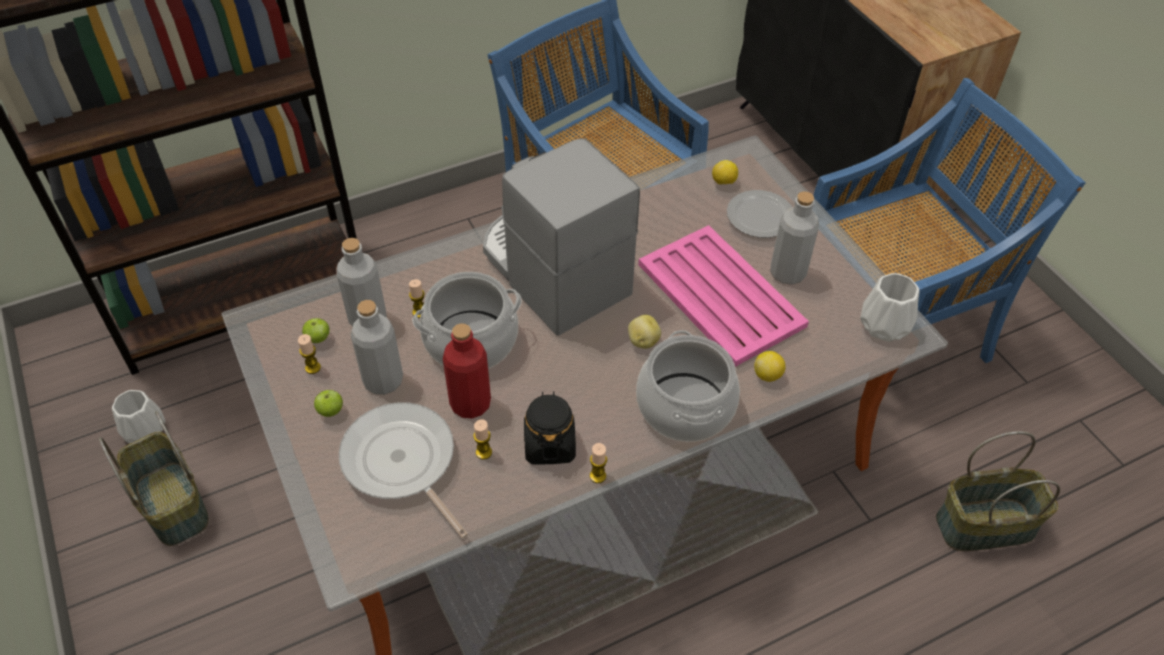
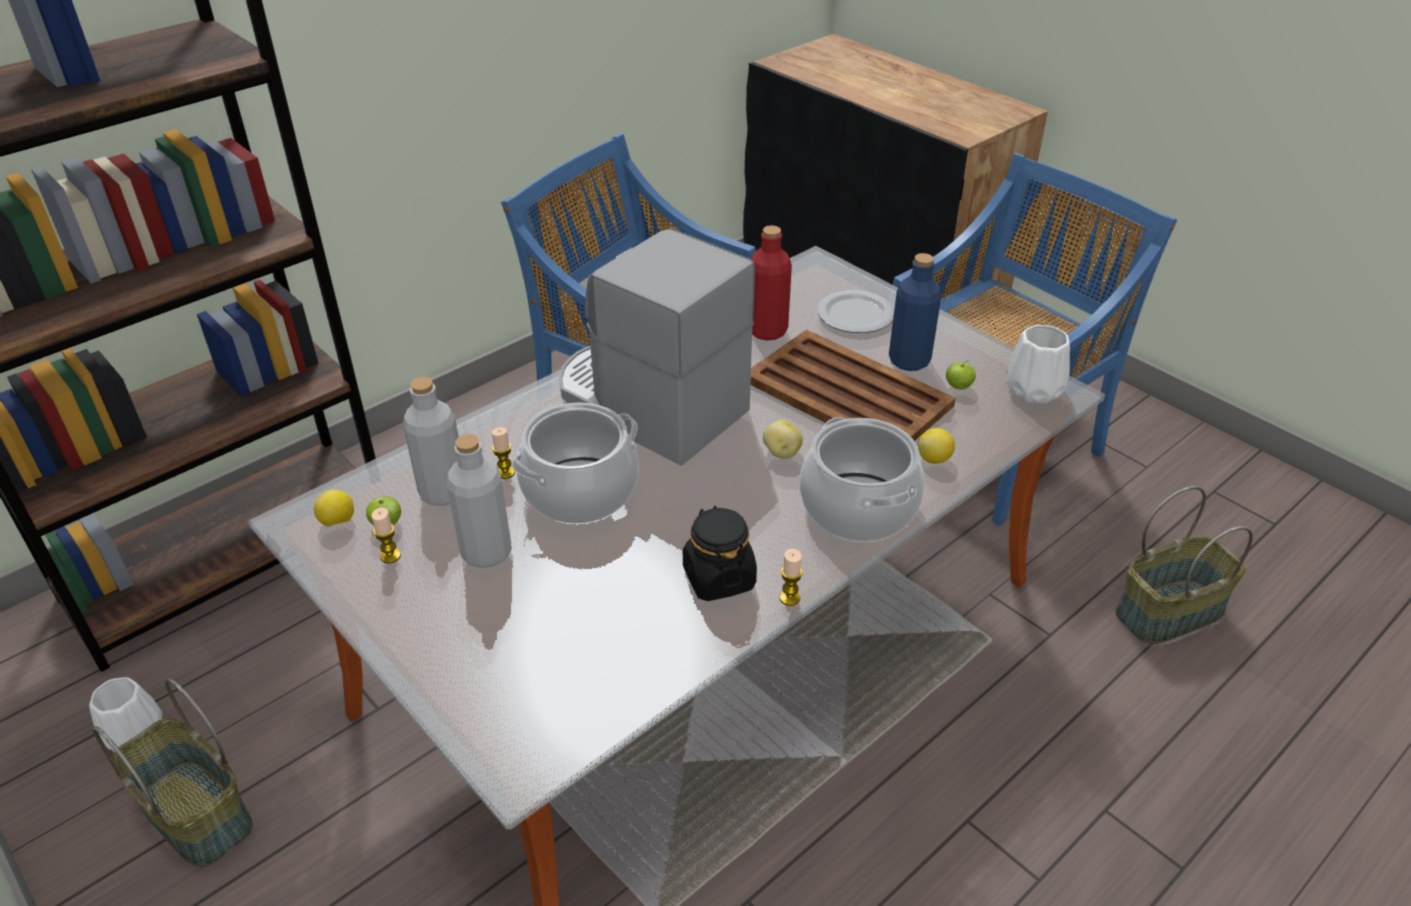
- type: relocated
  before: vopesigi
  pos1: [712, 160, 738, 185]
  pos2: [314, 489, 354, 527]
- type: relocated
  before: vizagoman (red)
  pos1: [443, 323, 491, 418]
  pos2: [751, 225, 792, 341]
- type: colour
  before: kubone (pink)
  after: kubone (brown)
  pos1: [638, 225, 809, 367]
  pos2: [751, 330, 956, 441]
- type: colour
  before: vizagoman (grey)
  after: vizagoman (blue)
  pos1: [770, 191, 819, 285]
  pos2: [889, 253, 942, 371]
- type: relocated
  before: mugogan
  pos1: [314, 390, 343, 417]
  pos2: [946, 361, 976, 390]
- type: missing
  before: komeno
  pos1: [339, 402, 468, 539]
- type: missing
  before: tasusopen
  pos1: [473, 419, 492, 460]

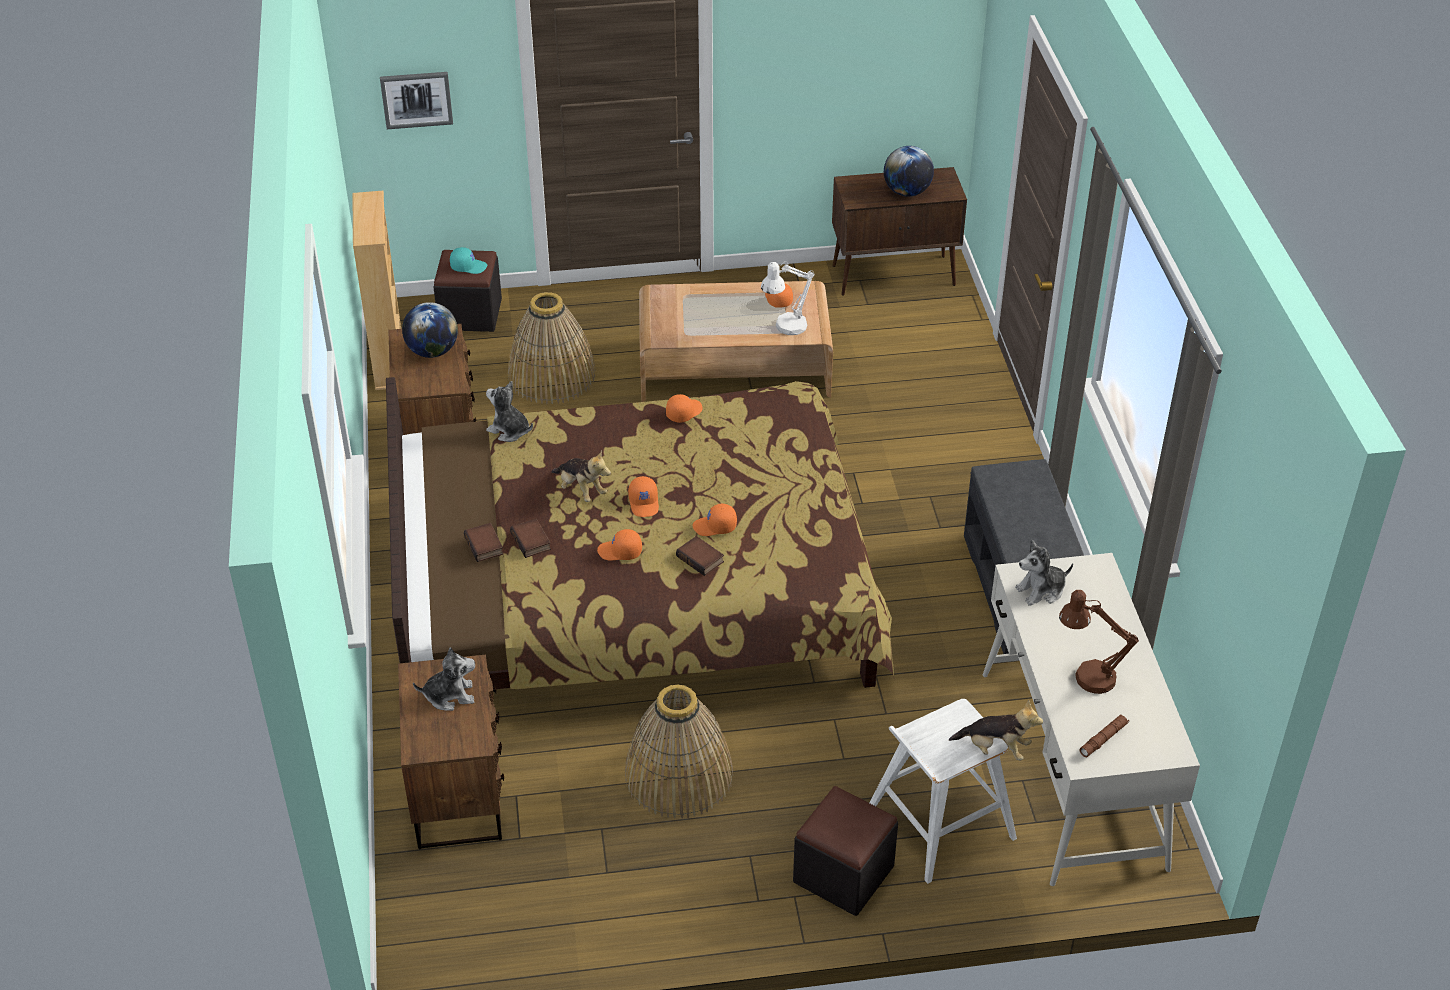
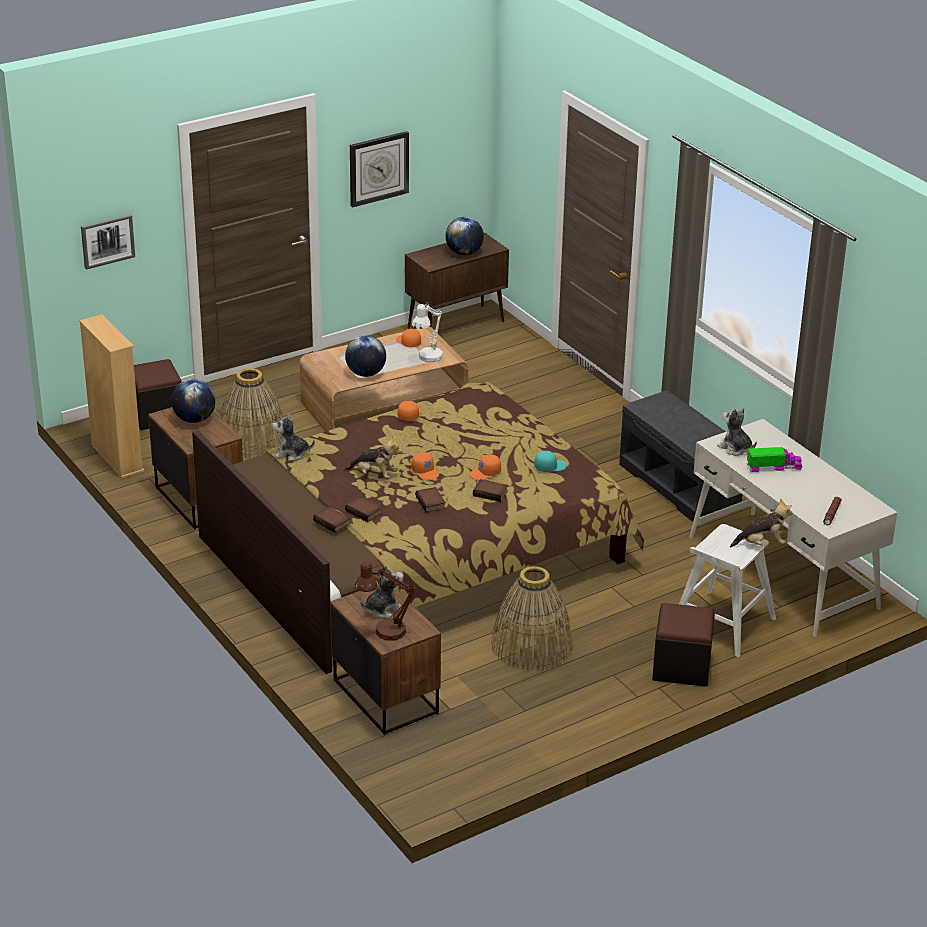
- type: appeared
  after: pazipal
  pos2: [345, 335, 386, 377]
- type: appeared
  after: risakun
  pos2: [350, 131, 409, 207]
- type: relocated
  before: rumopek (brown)
  pos1: [1059, 590, 1139, 694]
  pos2: [355, 561, 416, 641]
- type: exchanged
  before: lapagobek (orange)
  after: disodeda
  pos1: [597, 529, 642, 561]
  pos2: [415, 487, 446, 512]
- type: relocated
  before: lapagobek (turquoise)
  pos1: [450, 247, 487, 274]
  pos2: [535, 451, 567, 472]
- type: spun
  before: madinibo
  pos1: [1015, 540, 1073, 606]
  pos2: [717, 408, 757, 456]
  turn: 90
- type: appeared
  after: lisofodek
  pos2: [747, 447, 802, 472]

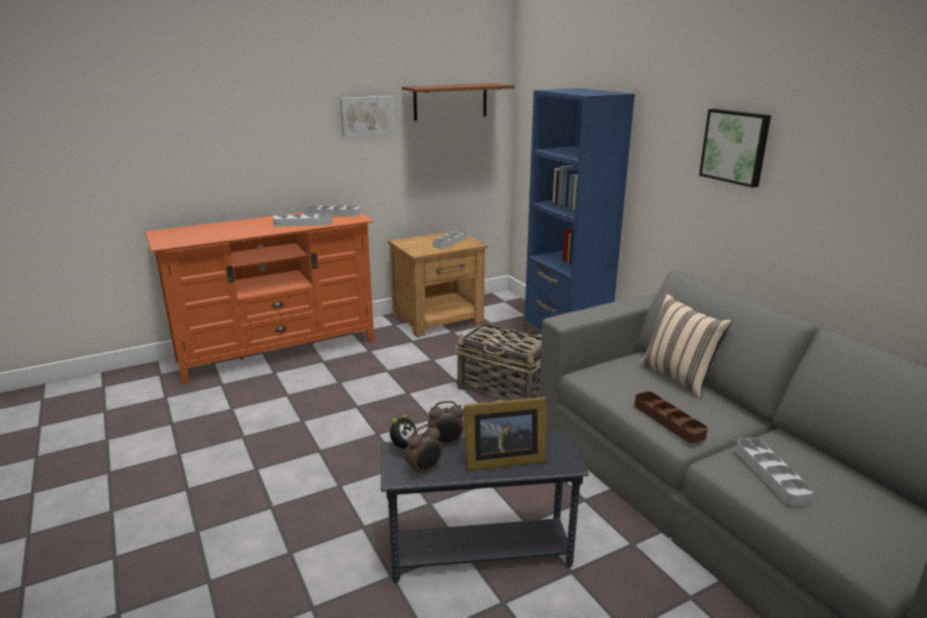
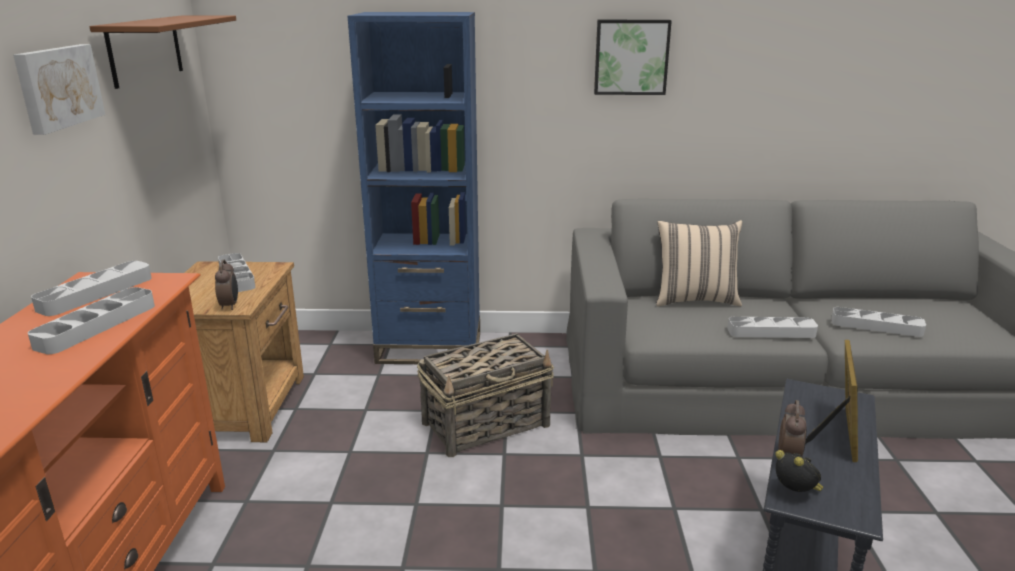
- type: relocated
  before: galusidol
  pos1: [405, 424, 442, 477]
  pos2: [215, 260, 238, 310]
- type: colour
  before: kubone (brown)
  after: kubone (grey)
  pos1: [634, 391, 708, 444]
  pos2: [727, 317, 818, 338]

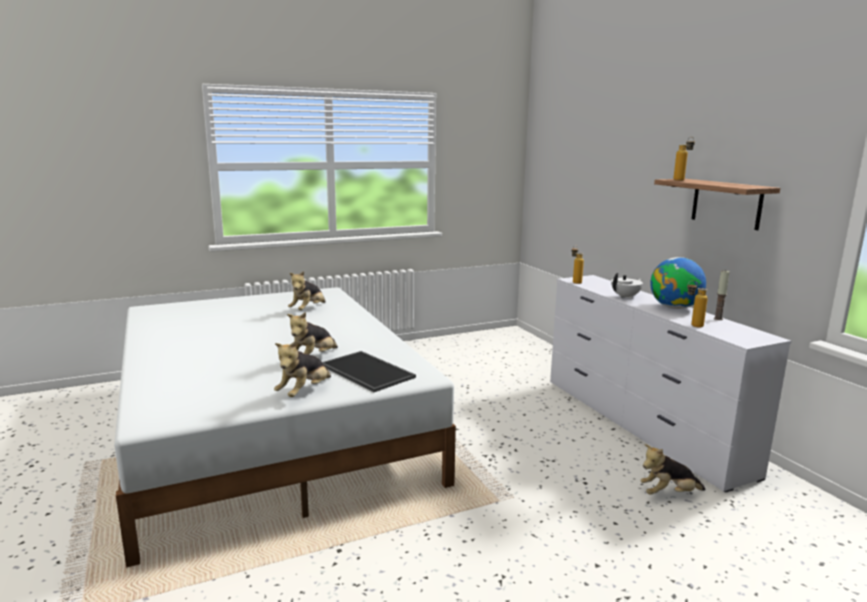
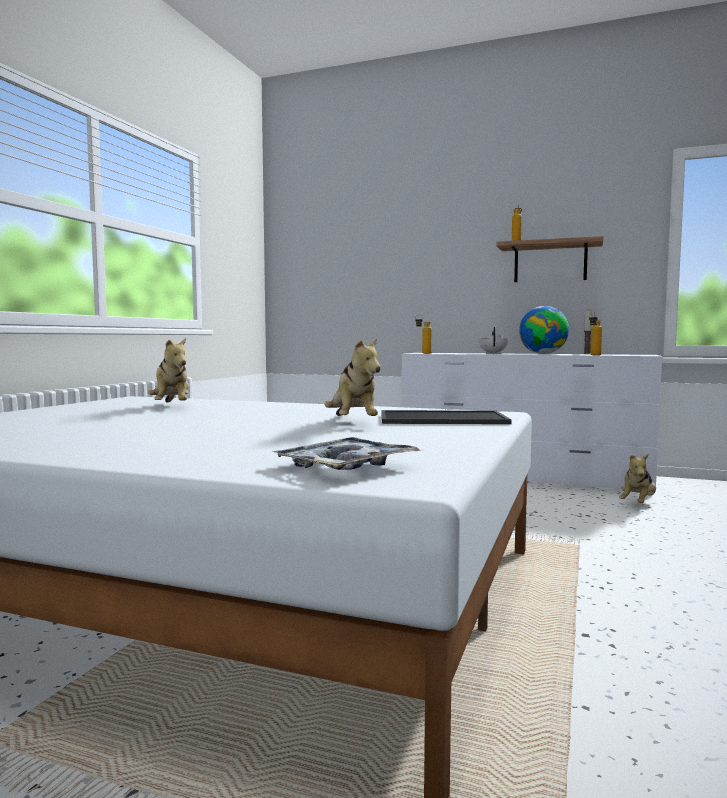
- type: appeared
  after: kubone
  pos2: [272, 437, 422, 470]
- type: missing
  before: madinibo
  pos1: [274, 341, 331, 397]

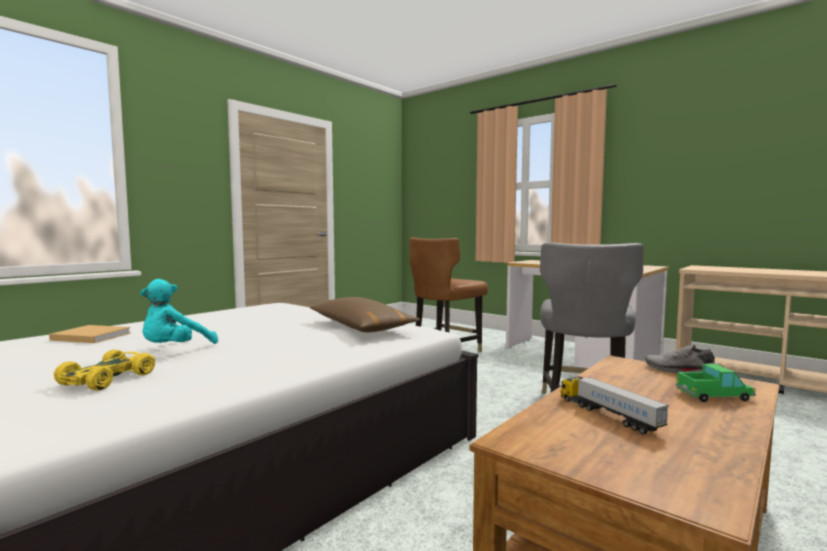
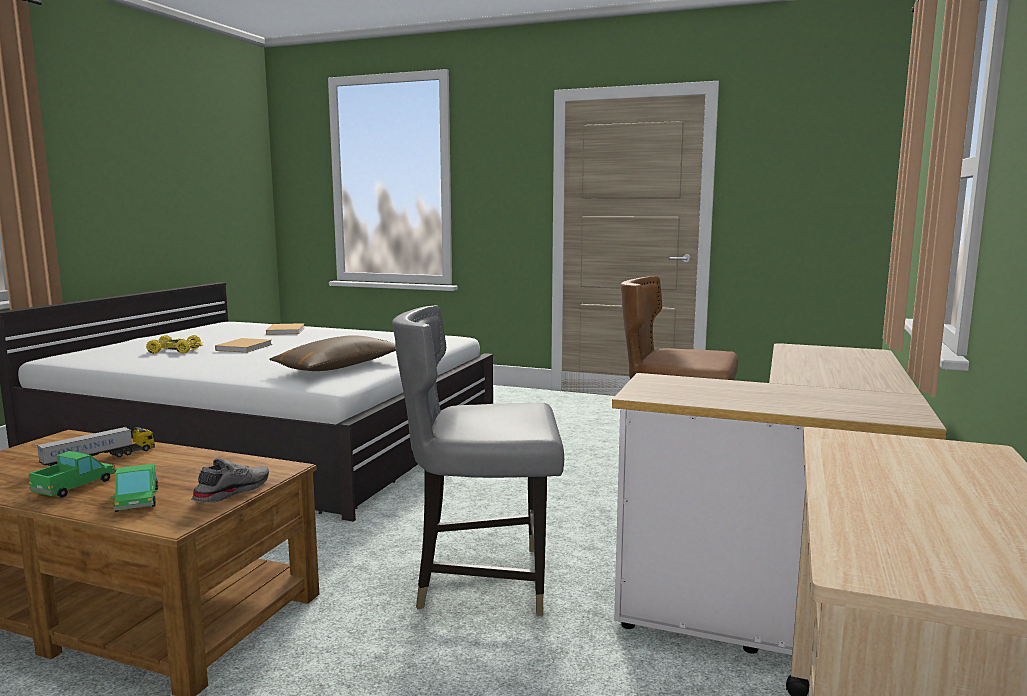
- type: appeared
  after: lisofodek
  pos2: [29, 451, 116, 498]
- type: exchanged
  before: madinibo (turquoise)
  after: disodeda (beige)
  pos1: [140, 279, 218, 344]
  pos2: [215, 338, 272, 353]

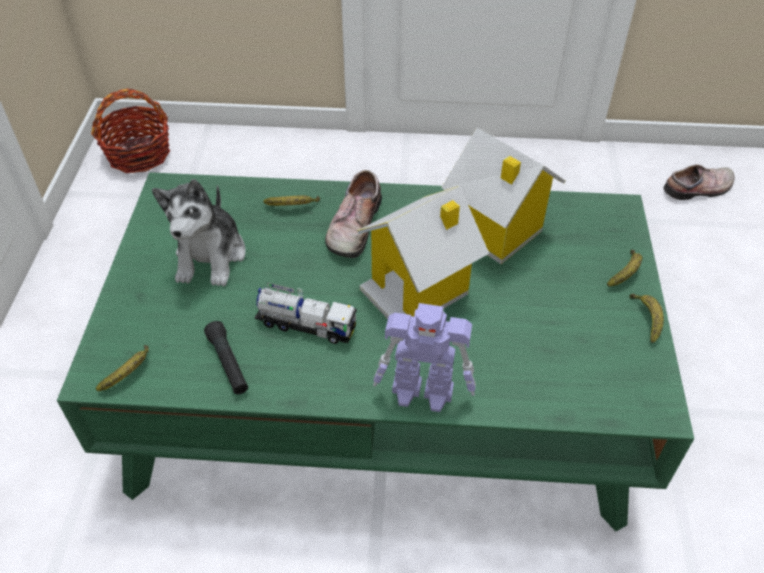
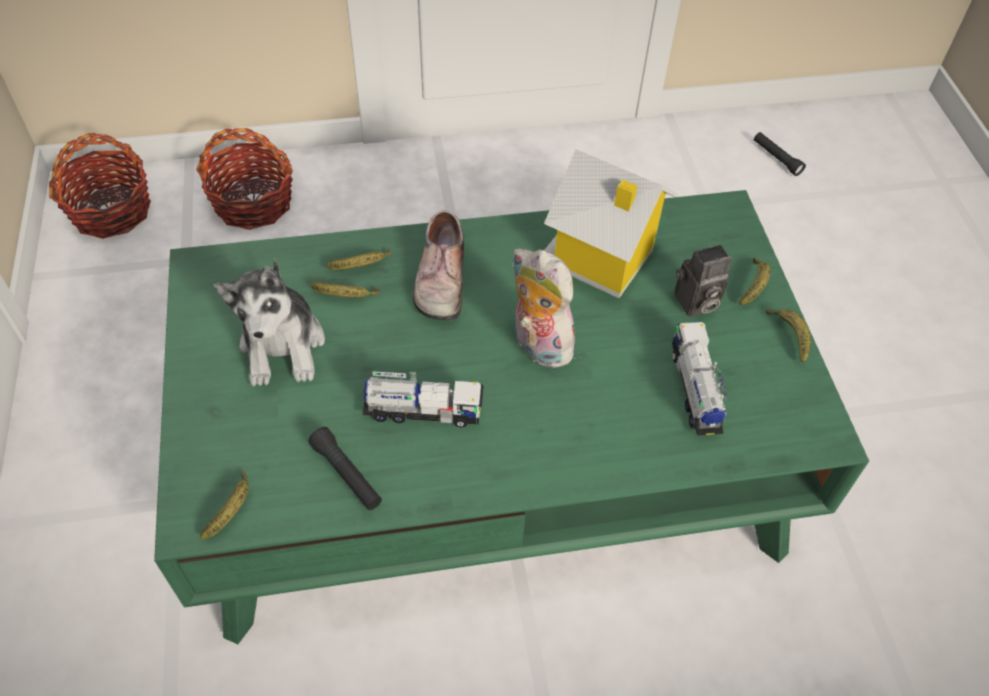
- type: appeared
  after: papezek
  pos2: [196, 128, 293, 230]
- type: appeared
  after: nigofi
  pos2: [311, 282, 380, 297]
- type: exchanged
  before: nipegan
  after: madinibo
  pos1: [357, 186, 489, 319]
  pos2: [512, 249, 581, 368]
- type: appeared
  after: lisofodek
  pos2: [672, 322, 727, 435]
- type: appeared
  after: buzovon
  pos2: [675, 244, 732, 317]
- type: exchanged
  before: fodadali
  after: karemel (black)
  pos1: [663, 165, 735, 200]
  pos2: [754, 132, 806, 176]
- type: missing
  before: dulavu
  pos1: [373, 303, 476, 412]

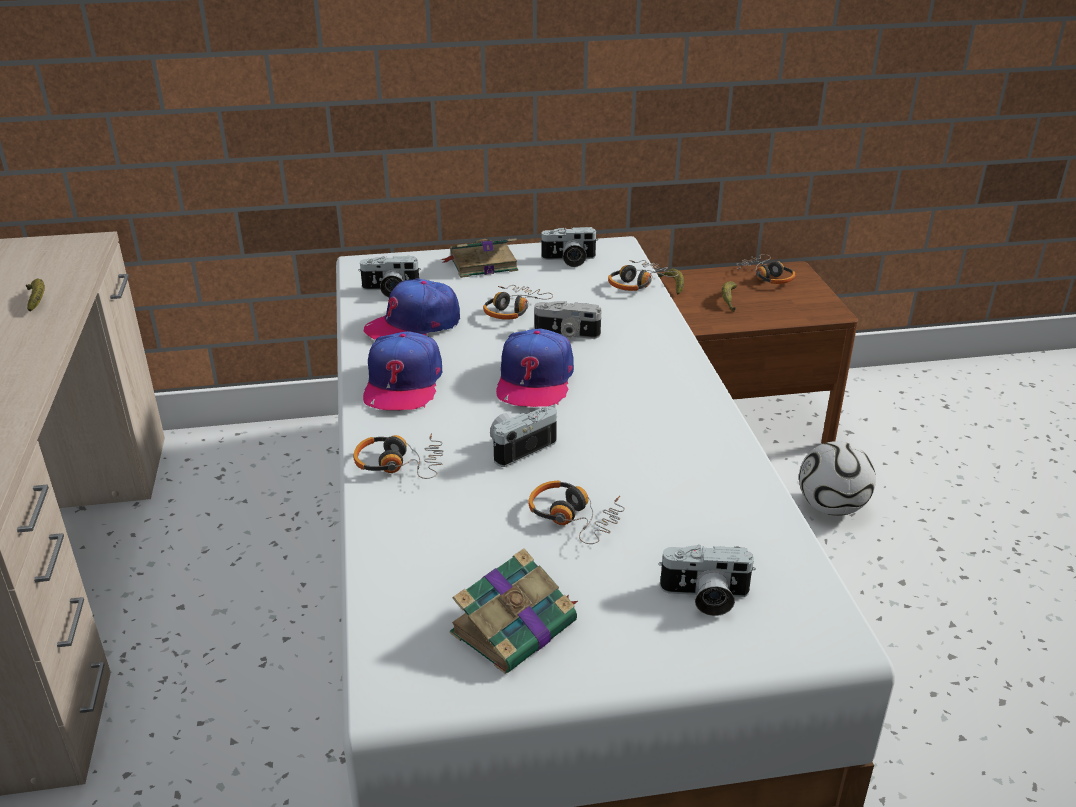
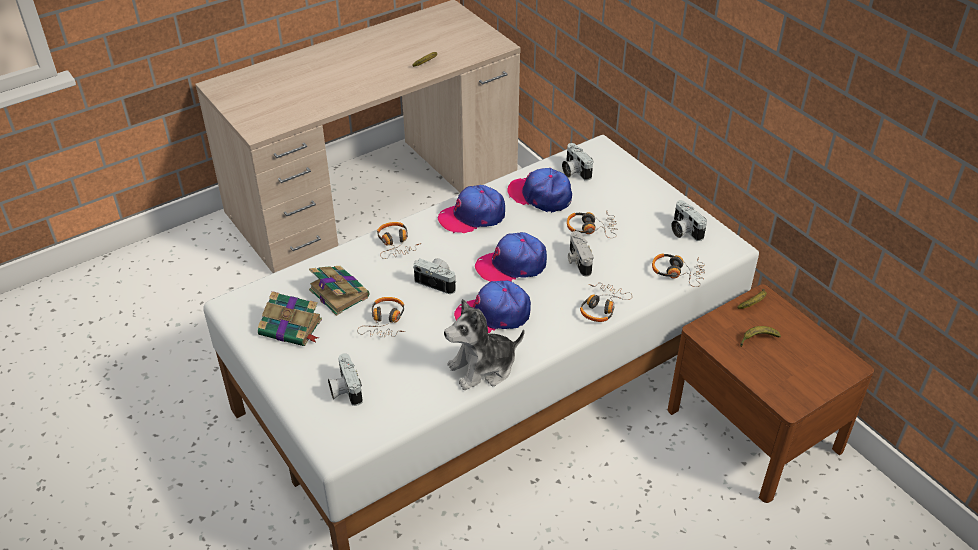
- type: relocated
  before: disodeda
  pos1: [441, 238, 518, 278]
  pos2: [309, 266, 370, 316]
- type: appeared
  after: madinibo
  pos2: [444, 299, 524, 390]
- type: appeared
  after: lapagobek
  pos2: [454, 281, 531, 333]
- type: relocated
  before: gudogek
  pos1: [736, 254, 795, 284]
  pos2: [580, 283, 632, 322]
- type: missing
  before: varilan
  pos1: [799, 441, 876, 516]

